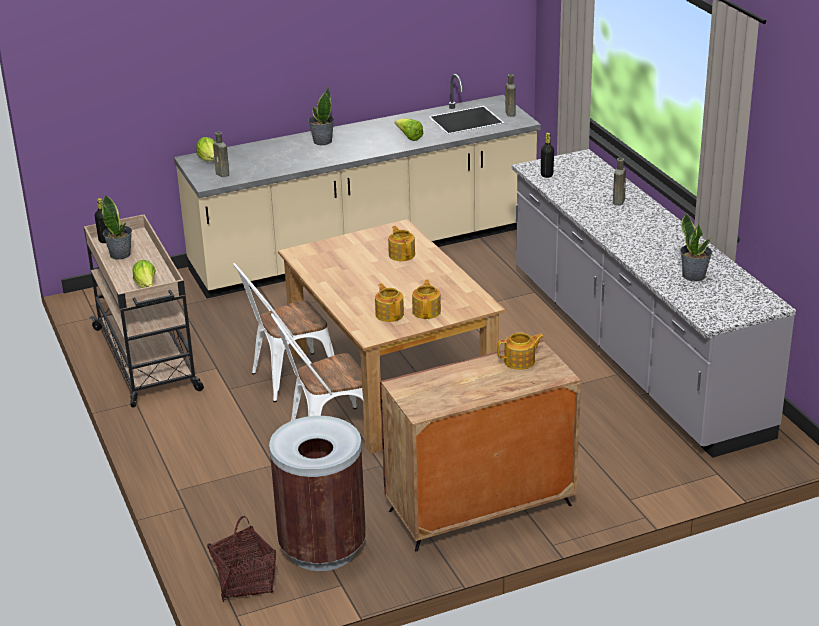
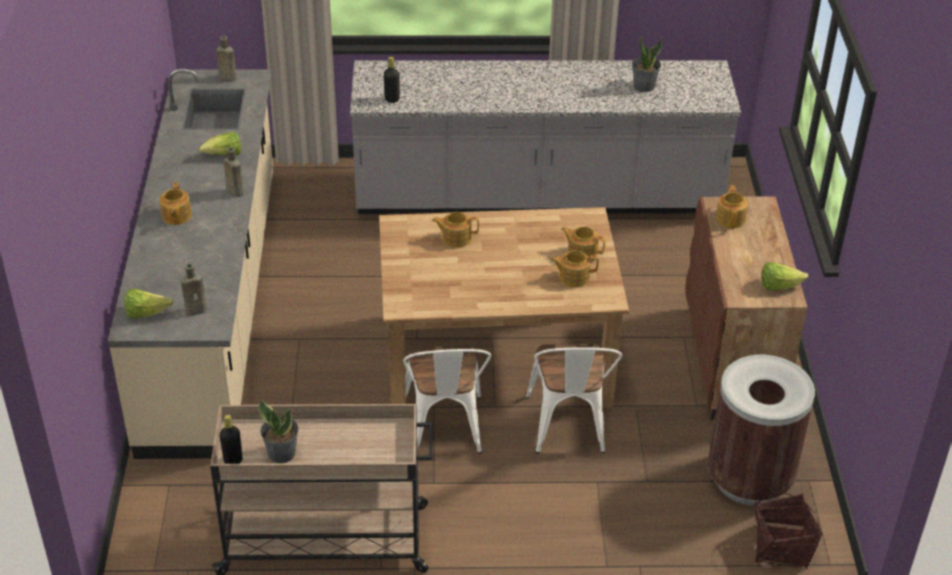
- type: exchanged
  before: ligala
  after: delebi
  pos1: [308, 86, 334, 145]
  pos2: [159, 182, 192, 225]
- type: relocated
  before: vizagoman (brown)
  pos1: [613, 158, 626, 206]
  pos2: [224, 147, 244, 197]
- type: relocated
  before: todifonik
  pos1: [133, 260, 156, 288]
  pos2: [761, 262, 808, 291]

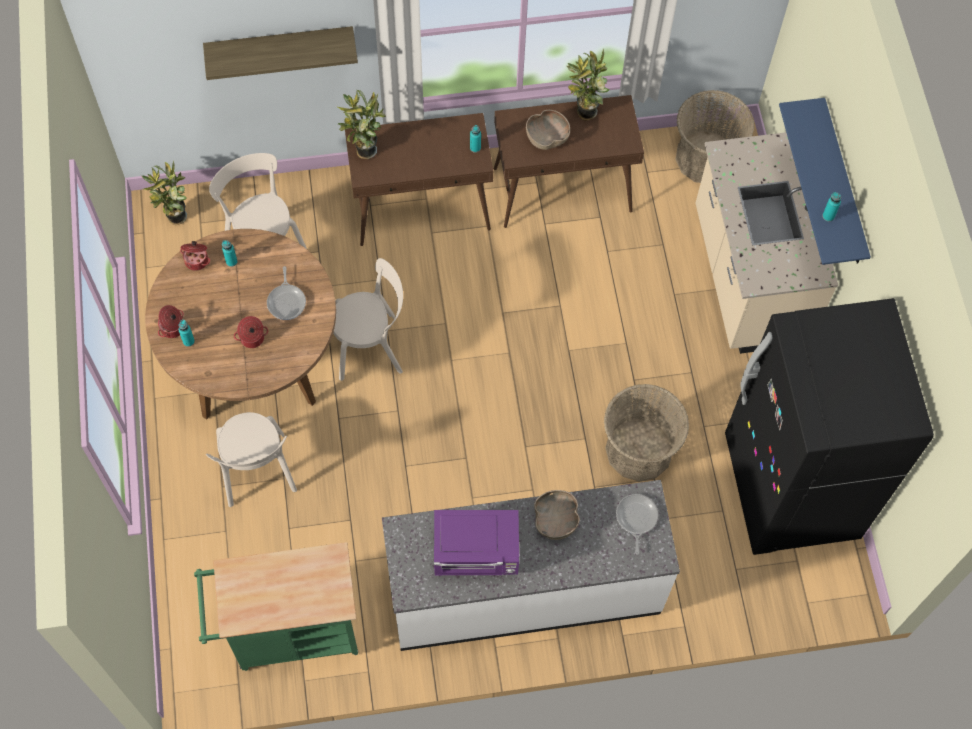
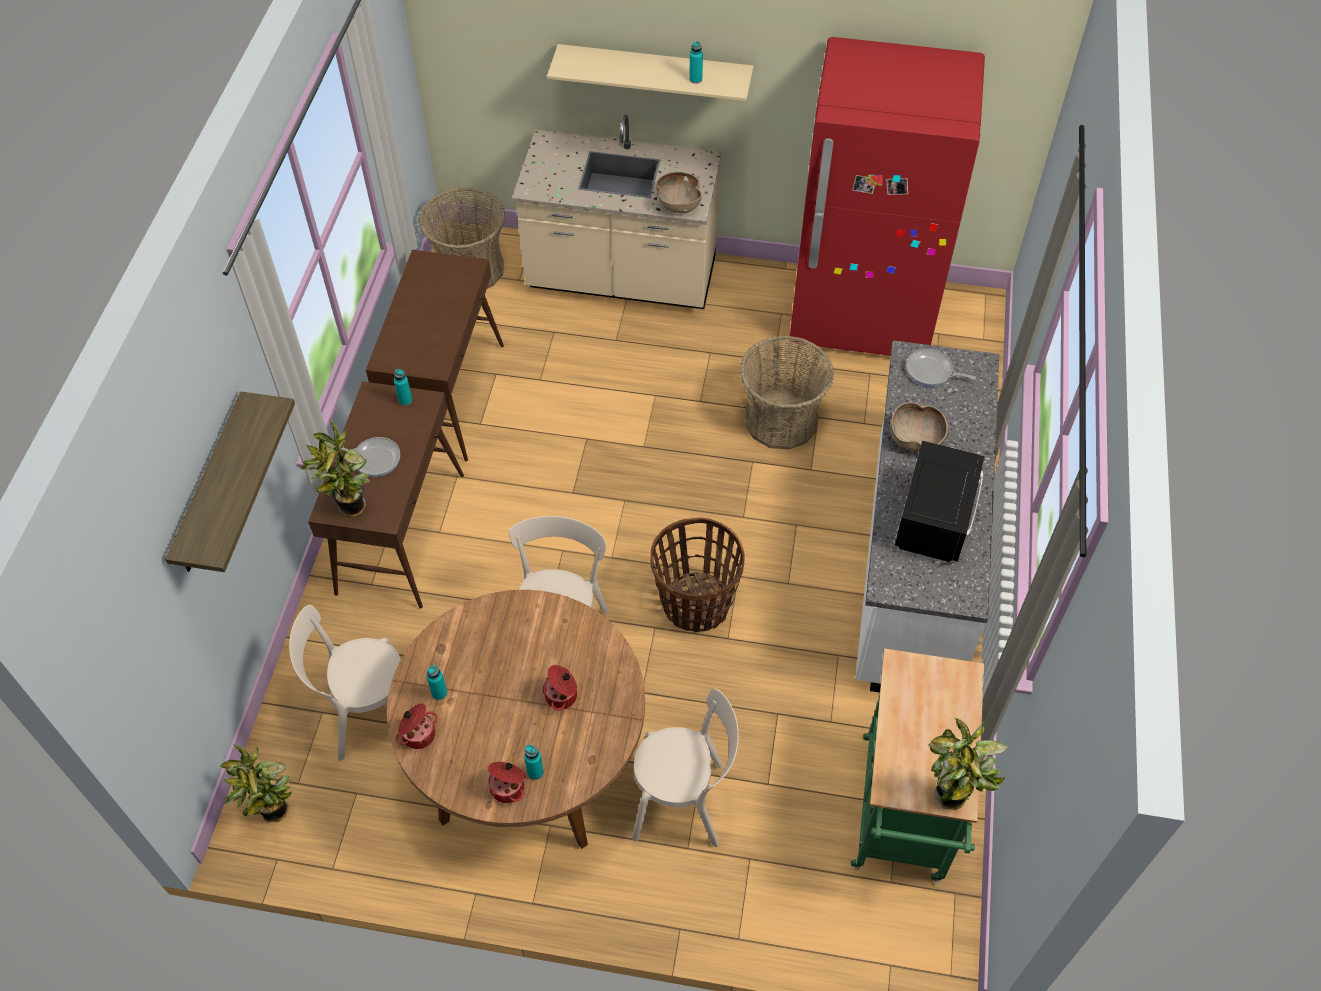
- type: relocated
  before: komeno
  pos1: [267, 266, 306, 320]
  pos2: [335, 437, 400, 477]
- type: colour
  before: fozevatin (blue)
  after: fozevatin (beige)
  pos1: [779, 98, 871, 265]
  pos2: [547, 44, 754, 101]
- type: appeared
  after: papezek
  pos2: [650, 518, 745, 632]
- type: relocated
  before: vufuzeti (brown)
  pos1: [526, 110, 570, 150]
  pos2: [656, 171, 702, 213]
- type: colour
  before: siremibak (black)
  after: siremibak (red)
  pos1: [725, 298, 934, 555]
  pos2: [790, 37, 985, 356]
- type: colour
  before: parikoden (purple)
  after: parikoden (black)
  pos1: [434, 510, 519, 575]
  pos2: [895, 441, 985, 562]
- type: relocated
  before: ligala
  pos1: [567, 48, 609, 120]
  pos2: [929, 717, 1008, 810]

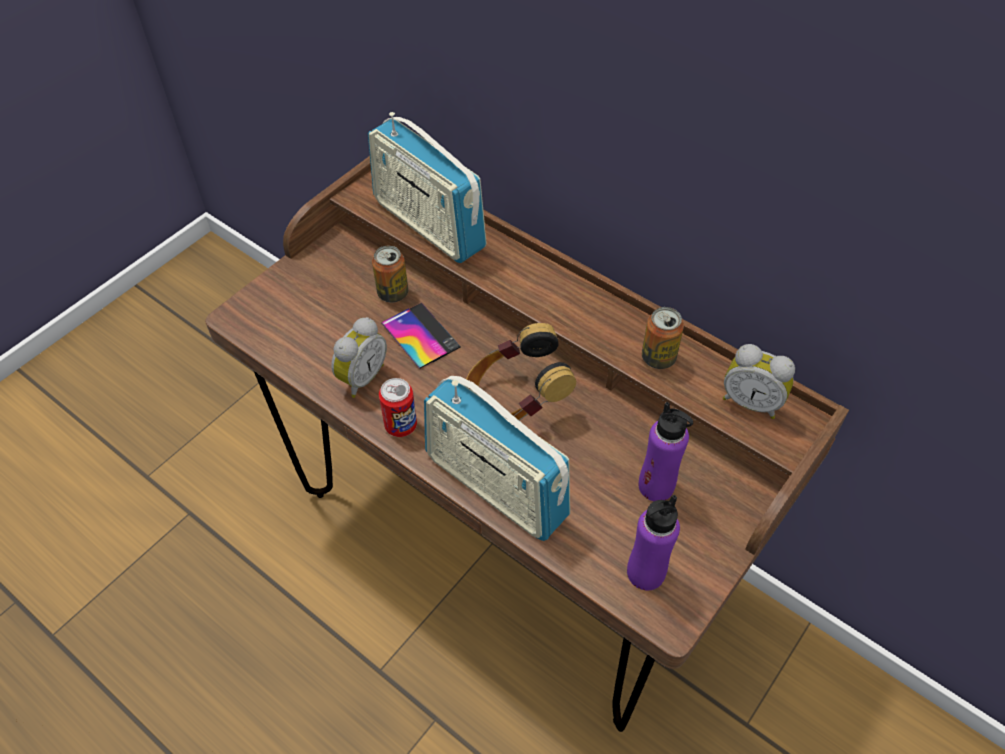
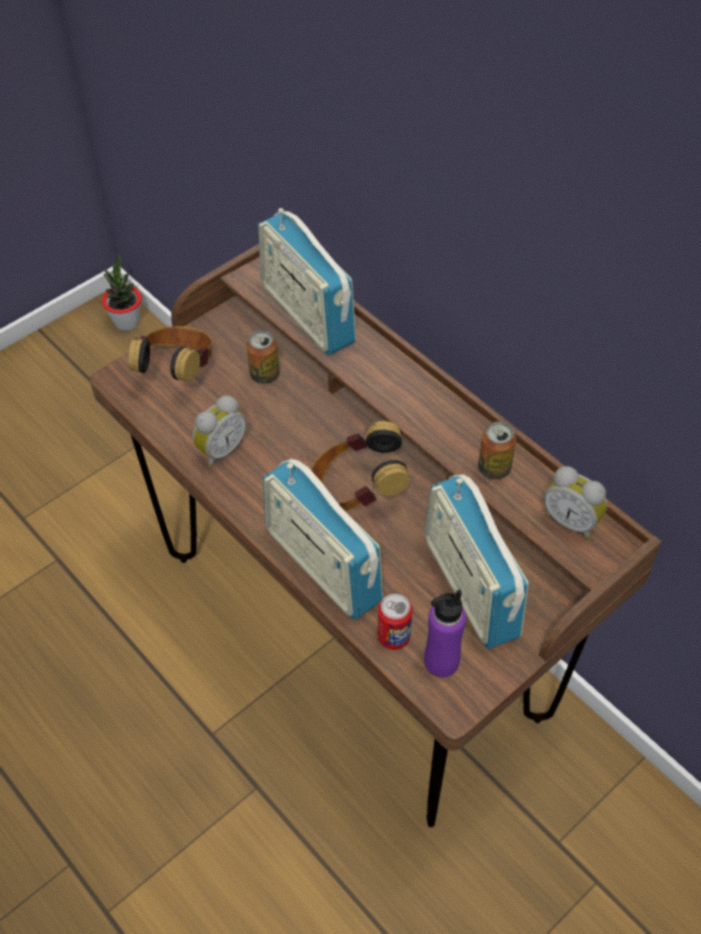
- type: appeared
  after: ligala
  pos2: [102, 254, 142, 331]
- type: appeared
  after: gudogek
  pos2: [128, 326, 212, 381]
- type: relocated
  before: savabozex
  pos1: [379, 378, 417, 437]
  pos2: [377, 594, 412, 650]
- type: exchanged
  before: vizagoman (purple)
  after: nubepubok
  pos1: [639, 402, 693, 501]
  pos2: [424, 474, 529, 649]
- type: missing
  before: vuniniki
  pos1: [381, 303, 461, 369]

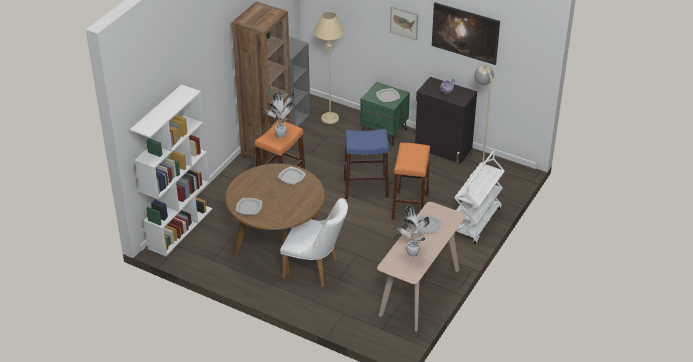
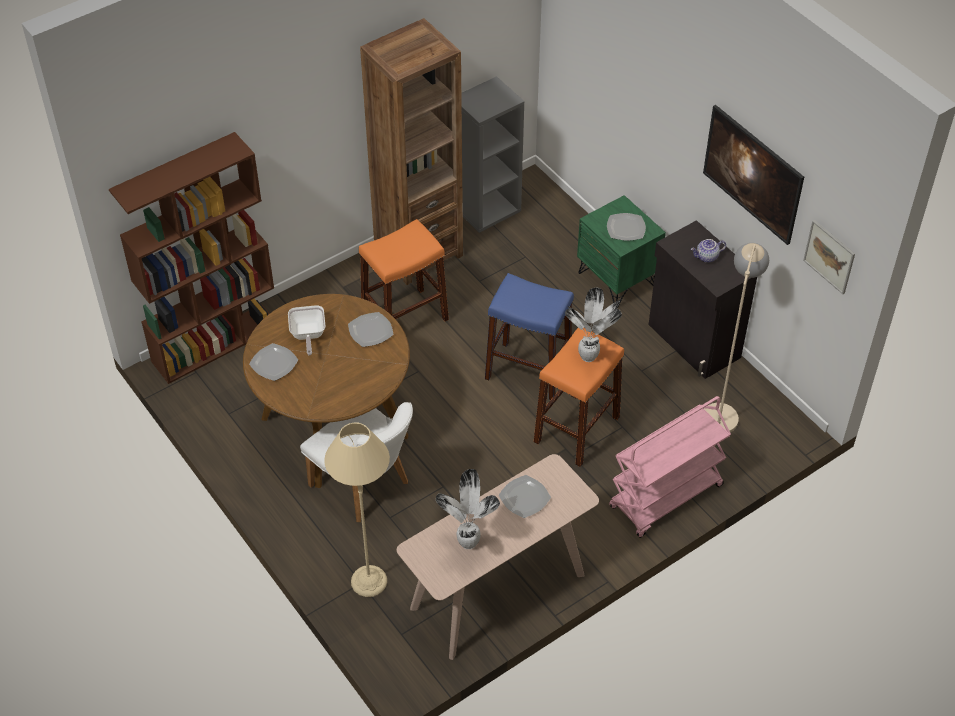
- type: colour
  before: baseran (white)
  after: baseran (brown)
  pos1: [130, 84, 212, 256]
  pos2: [109, 132, 274, 384]
- type: appeared
  after: komeno
  pos2: [288, 305, 325, 356]
- type: relocated
  before: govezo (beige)
  pos1: [314, 11, 345, 124]
  pos2: [324, 423, 390, 597]
- type: relocated
  before: ligala
  pos1: [263, 92, 295, 138]
  pos2: [565, 287, 622, 362]
- type: colour
  before: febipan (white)
  after: febipan (pink)
  pos1: [454, 151, 505, 244]
  pos2: [609, 396, 731, 538]
- type: relocated
  before: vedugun
  pos1: [390, 6, 418, 40]
  pos2: [803, 220, 855, 294]

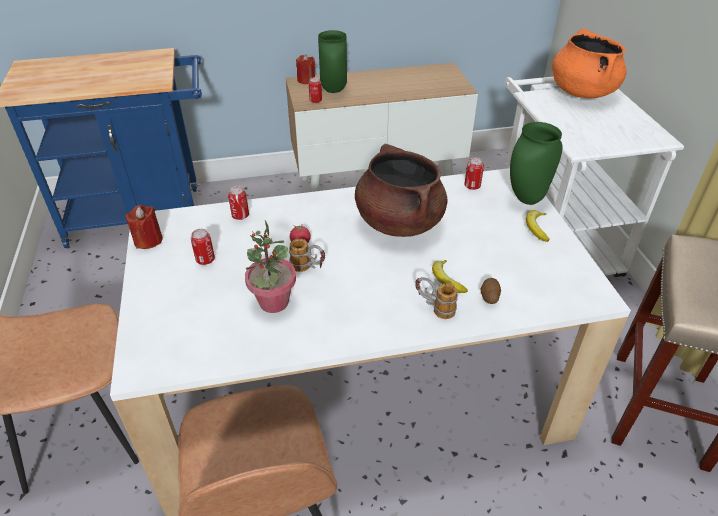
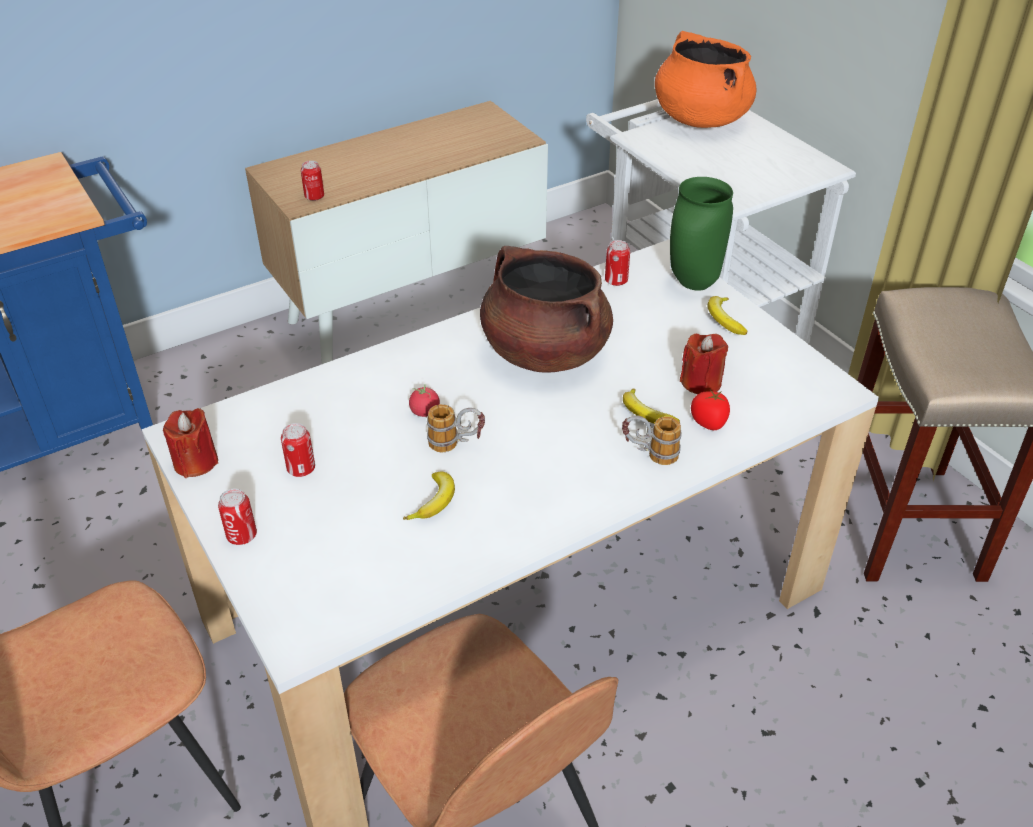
- type: relocated
  before: savabozex
  pos1: [228, 186, 249, 220]
  pos2: [218, 489, 257, 545]
- type: exchanged
  before: ligala
  after: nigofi
  pos1: [245, 221, 296, 313]
  pos2: [403, 472, 455, 520]
- type: relocated
  before: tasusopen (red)
  pos1: [296, 55, 315, 84]
  pos2: [680, 333, 728, 394]
- type: exchanged
  before: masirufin
  after: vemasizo
  pos1: [481, 278, 501, 304]
  pos2: [691, 390, 730, 430]
- type: missing
  before: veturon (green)
  pos1: [318, 30, 347, 93]

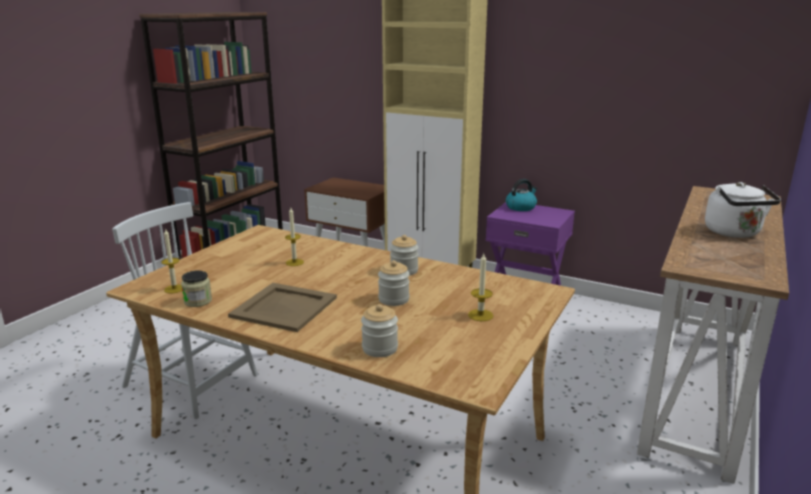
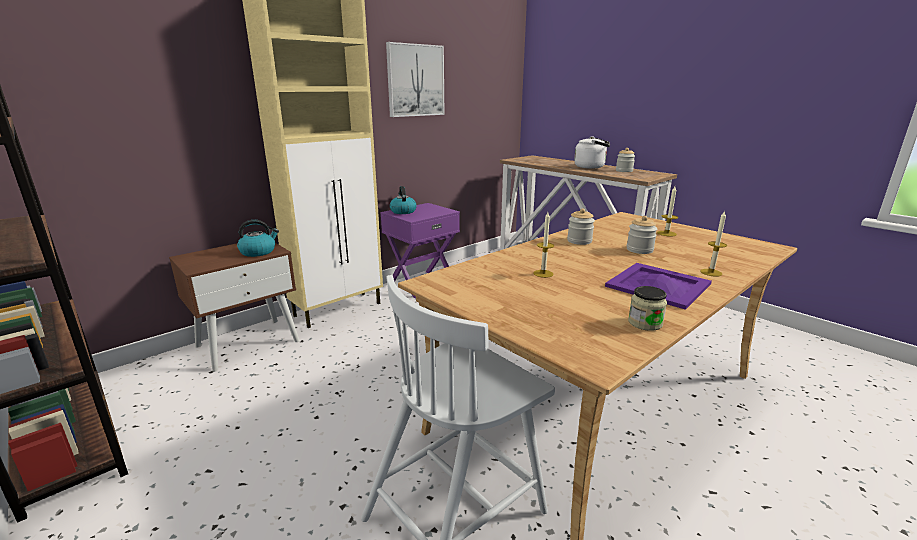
- type: appeared
  after: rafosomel
  pos2: [237, 220, 279, 257]
- type: appeared
  after: vedugun
  pos2: [386, 42, 444, 117]
- type: colour
  before: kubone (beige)
  after: kubone (purple)
  pos1: [228, 283, 337, 332]
  pos2: [605, 263, 712, 310]
- type: relocated
  before: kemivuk
  pos1: [361, 304, 398, 357]
  pos2: [616, 148, 635, 172]
- type: relocated
  before: tasusopen
  pos1: [161, 228, 182, 293]
  pos2: [700, 210, 727, 277]

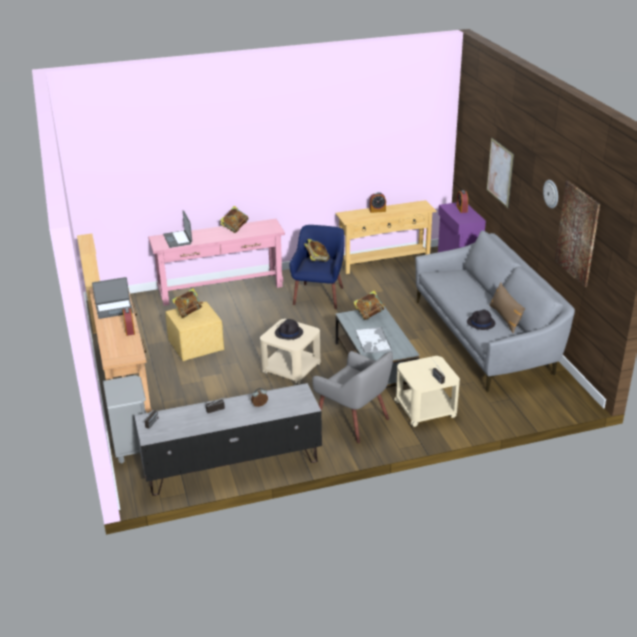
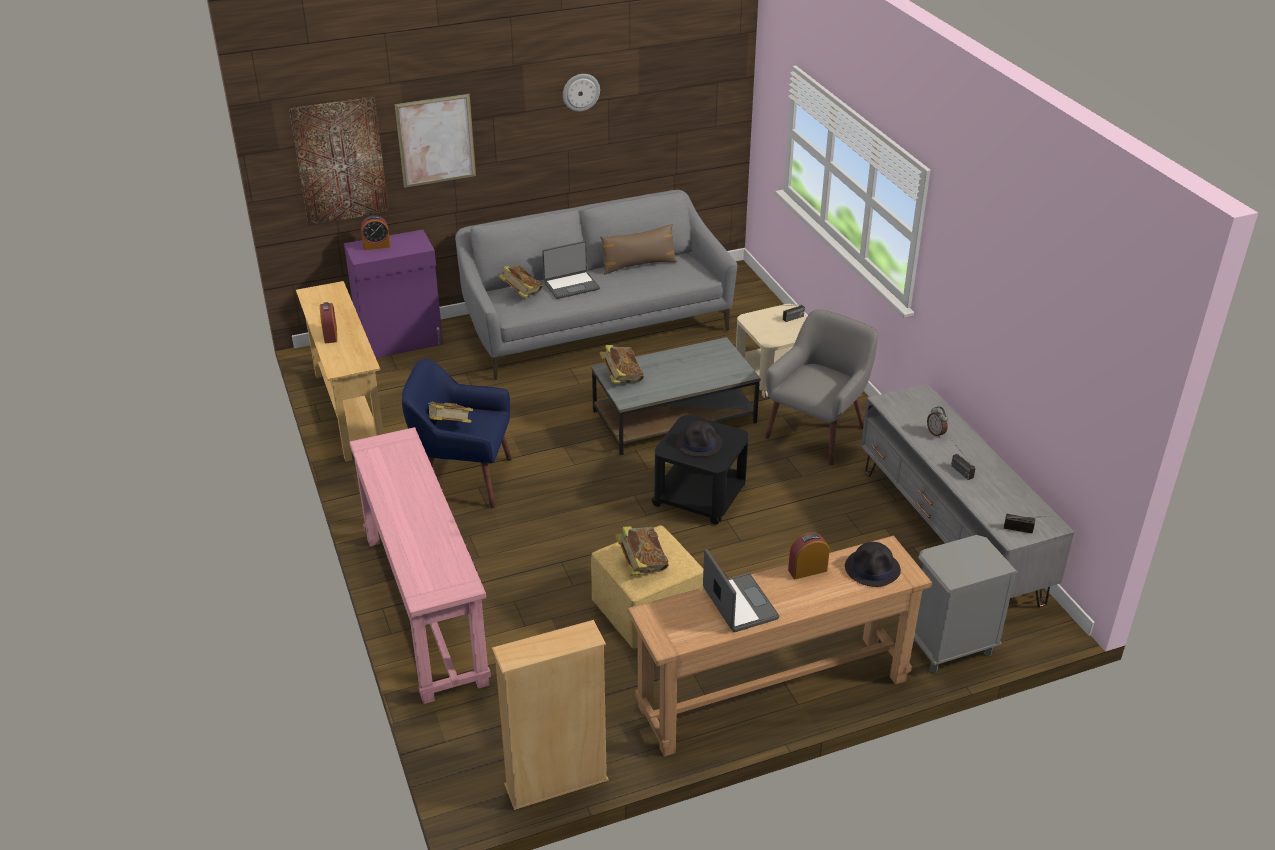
- type: relocated
  before: vedugun
  pos1: [555, 181, 600, 287]
  pos2: [289, 96, 389, 225]
- type: relocated
  before: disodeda
  pos1: [220, 206, 249, 233]
  pos2: [498, 265, 543, 298]
- type: relocated
  before: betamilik
  pos1: [163, 210, 192, 248]
  pos2: [542, 241, 600, 299]
- type: colour
  before: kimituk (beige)
  after: kimituk (black)
  pos1: [260, 319, 321, 385]
  pos2: [651, 415, 749, 525]
- type: relocated
  before: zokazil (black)
  pos1: [467, 309, 495, 330]
  pos2: [845, 542, 901, 587]
- type: missing
  before: kubone
  pos1: [355, 327, 392, 354]

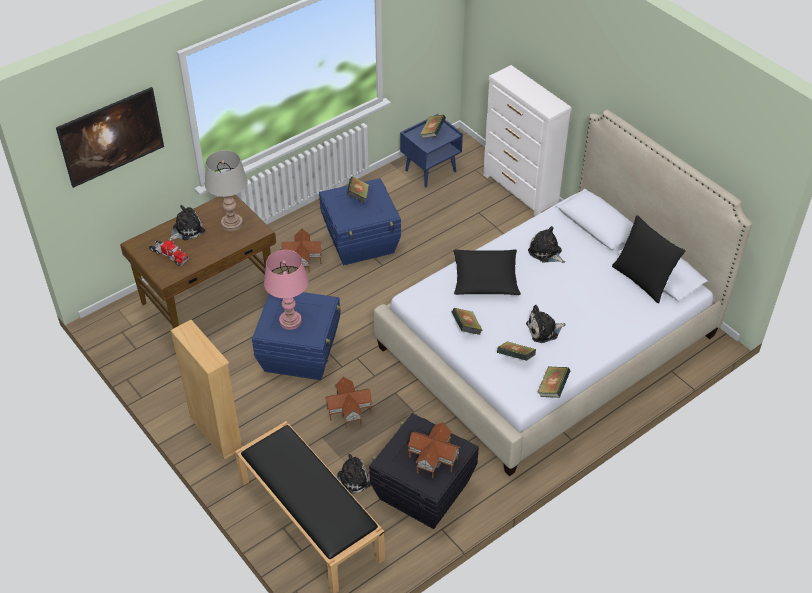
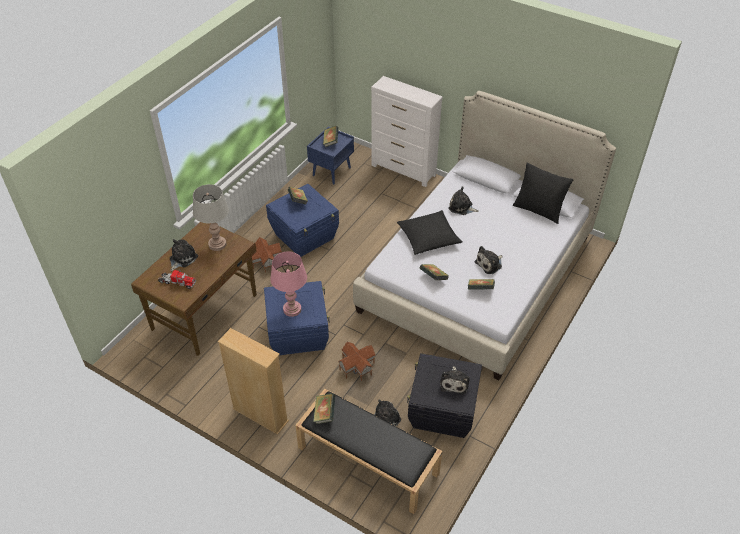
- type: relocated
  before: disodeda
  pos1: [537, 367, 570, 398]
  pos2: [313, 393, 335, 424]
- type: exchanged
  before: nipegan
  after: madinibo
  pos1: [408, 422, 461, 479]
  pos2: [440, 366, 470, 395]
- type: missing
  before: vedugun
  pos1: [56, 87, 164, 188]

